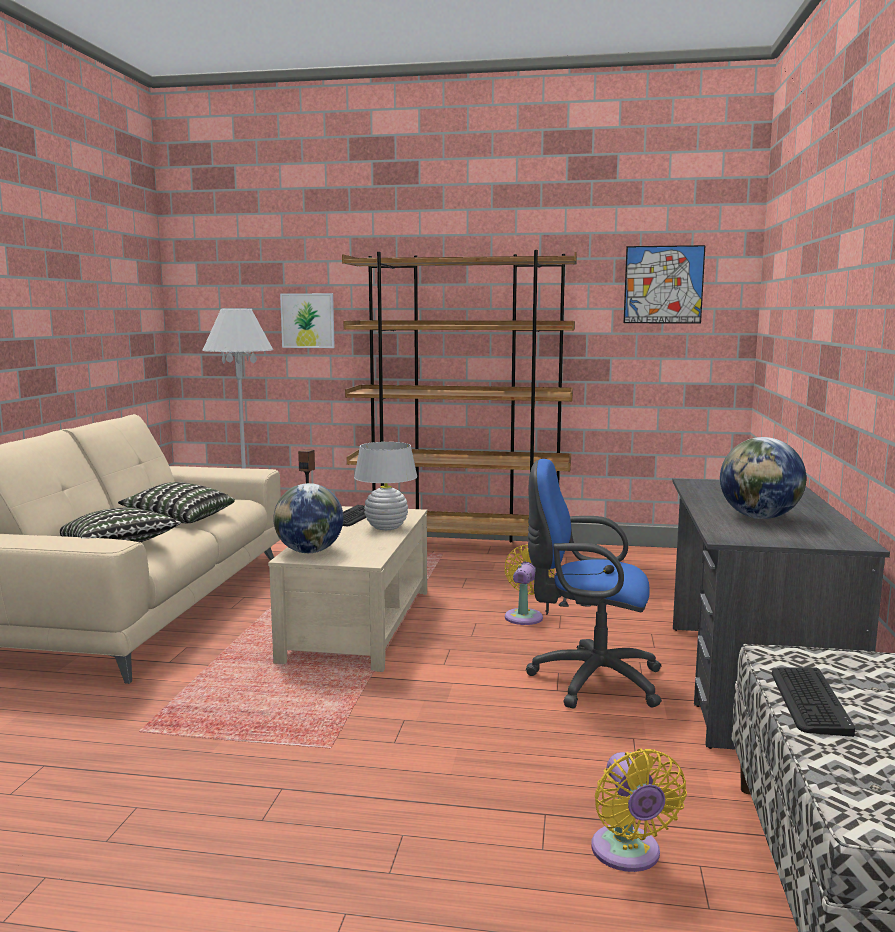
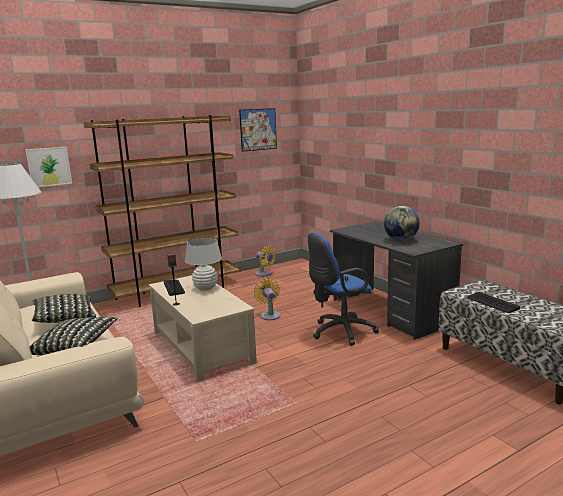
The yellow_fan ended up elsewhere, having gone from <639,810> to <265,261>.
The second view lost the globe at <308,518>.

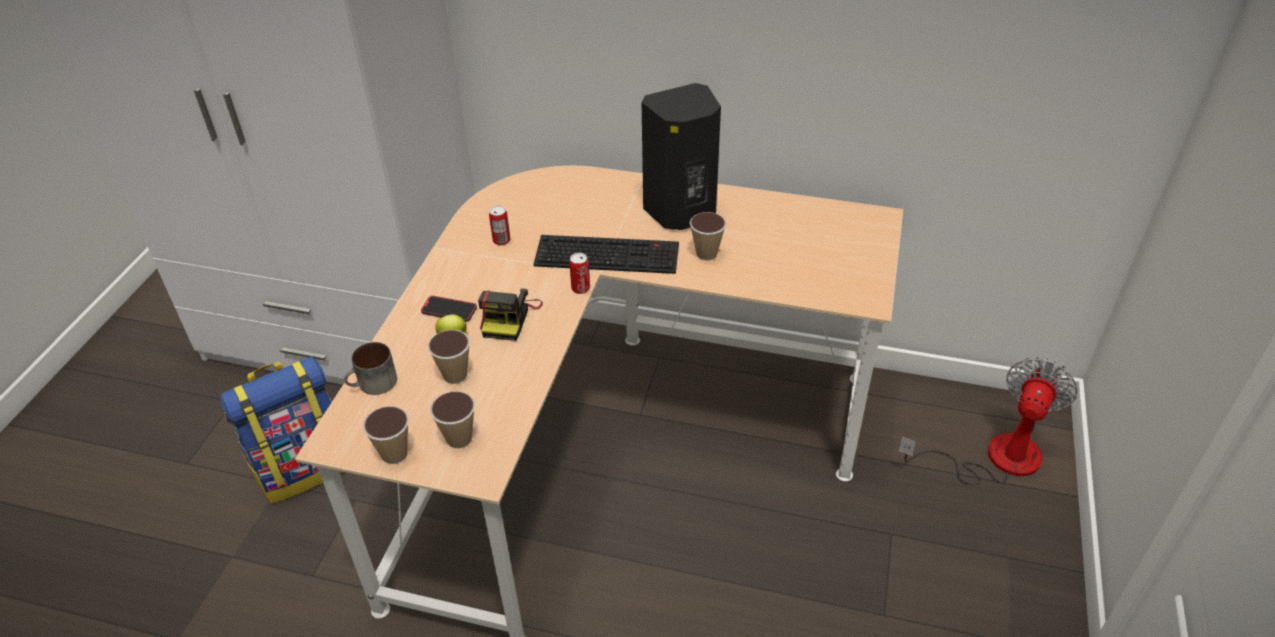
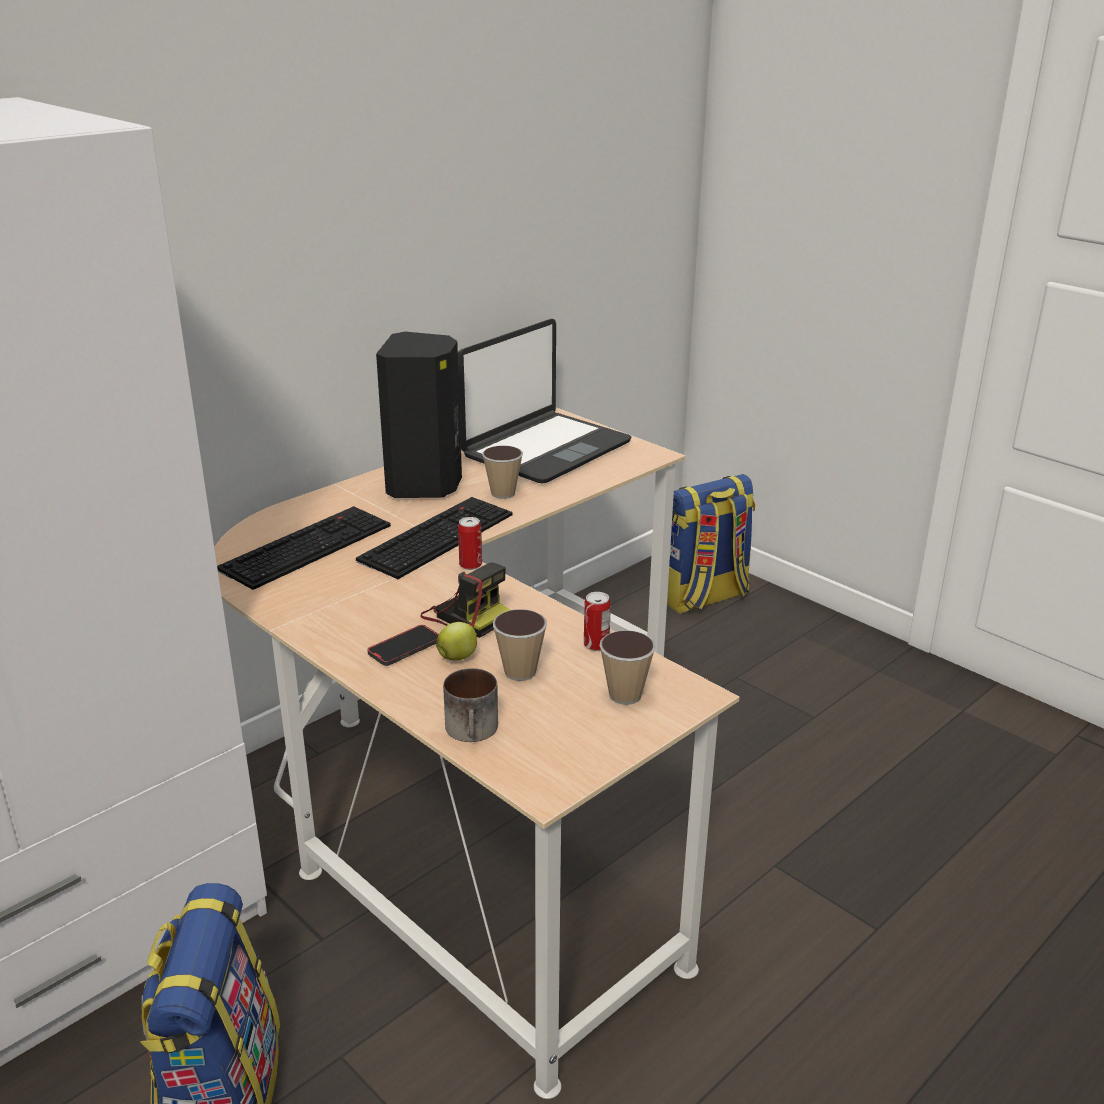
The second view gained the keyboard at <304,548>.
The second view gained the laptop at <545,401>.
The can ended up elsewhere, having gone from <499,225> to <597,621>.
Where the fan stood at <988,420>, the backpack came to stand at <711,544>.
The second view lost the cup at <386,435>.

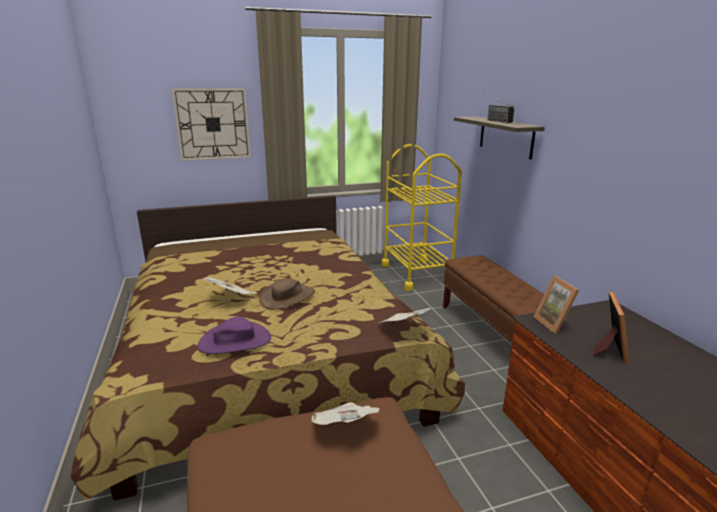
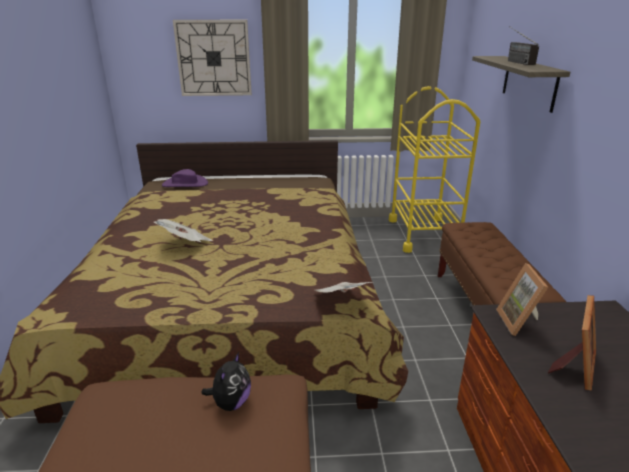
The purple_hat ended up elsewhere, having gone from <234,335> to <185,178>.
Where the newspaper stood at <345,413>, the plush_toy came to stand at <226,381>.
The second view lost the brown_hat at <287,294>.

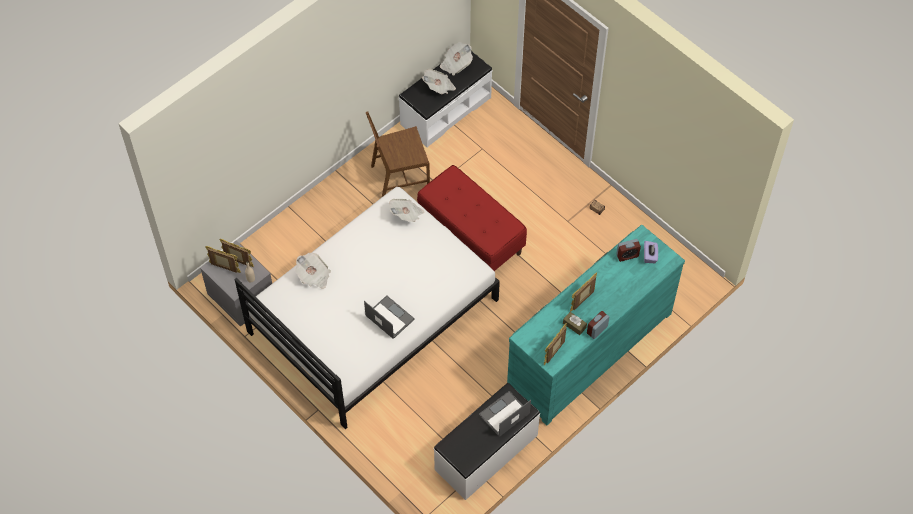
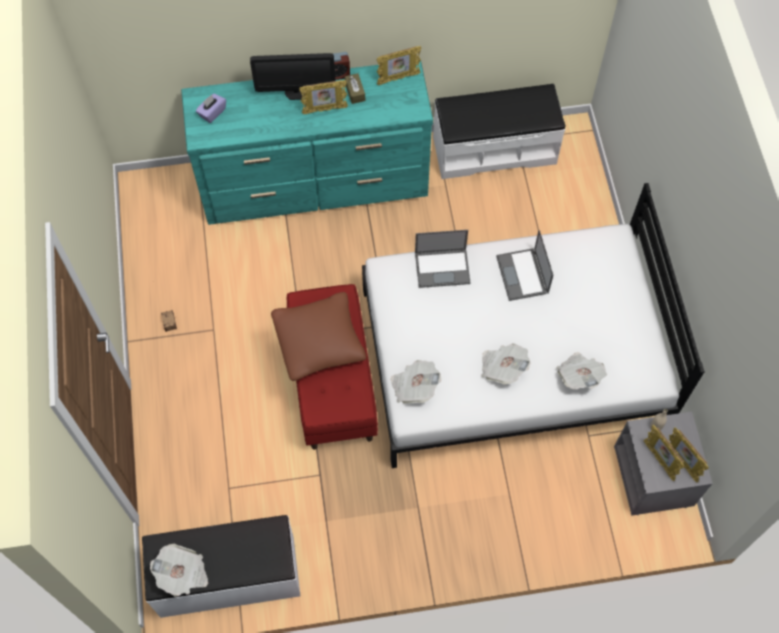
The second view gained the monitor at <293,76>.
The second view gained the brown_pillow at <318,336>.
The laptop ended up elsewhere, having gone from <505,414> to <443,259>.
The newspaper ended up elsewhere, having gone from <439,81> to <506,364>.
The second view lost the brown_chair at <398,154>.
The second view lost the alarm_clock at <628,250>.

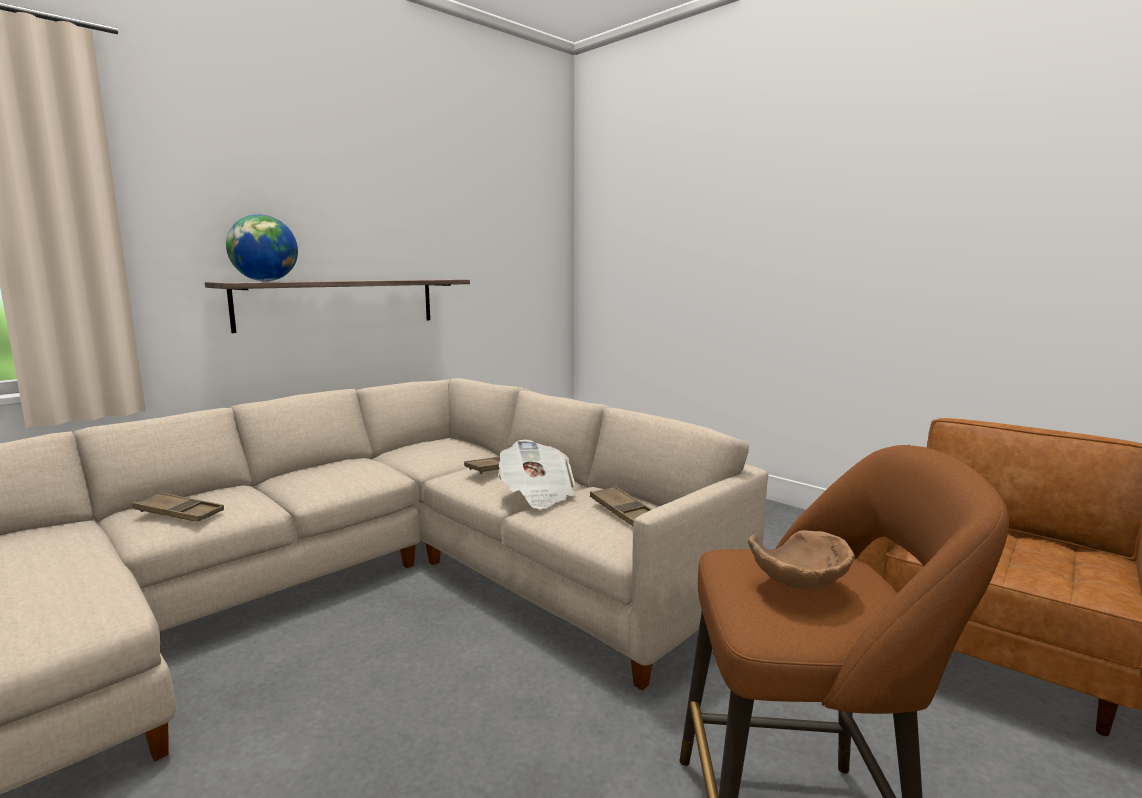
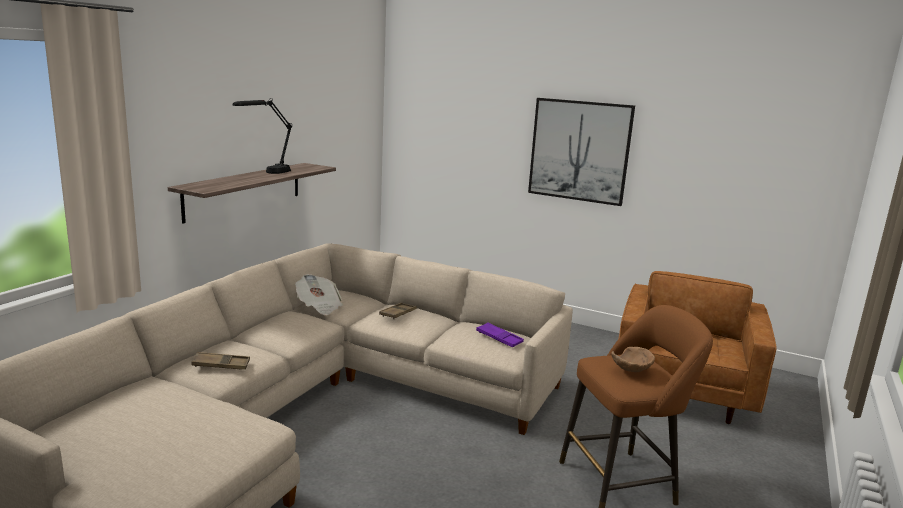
The second view gained the black_table_lamp at <262,136>.
The newspaper ended up elsewhere, having gone from <537,474> to <319,294>.
What was the brown_tray at <621,506> turned into the purple_tray at <500,334>.
The second view gained the picture at <581,152>.
The second view lost the globe at <262,247>.

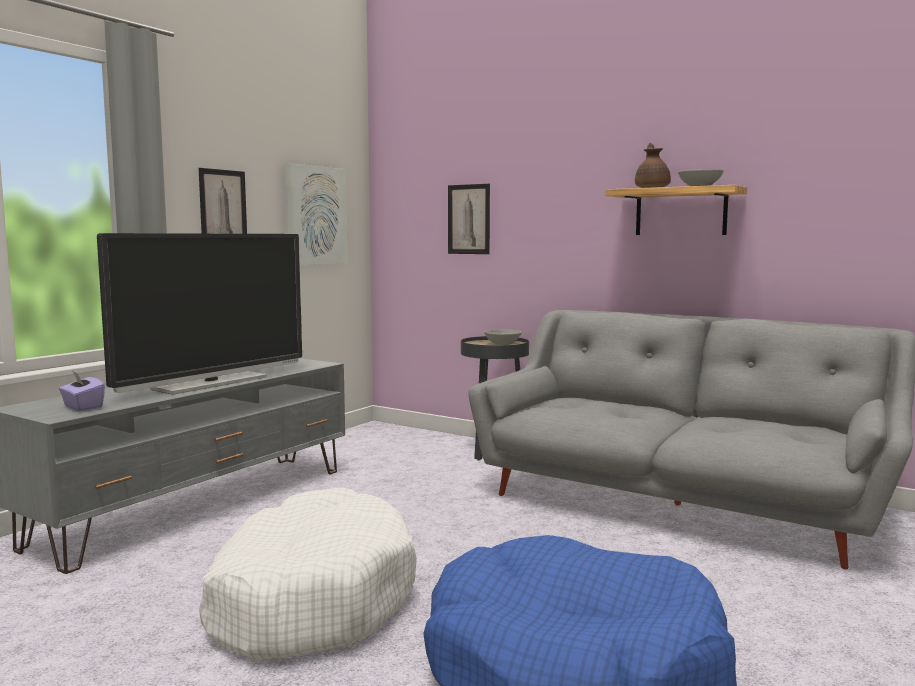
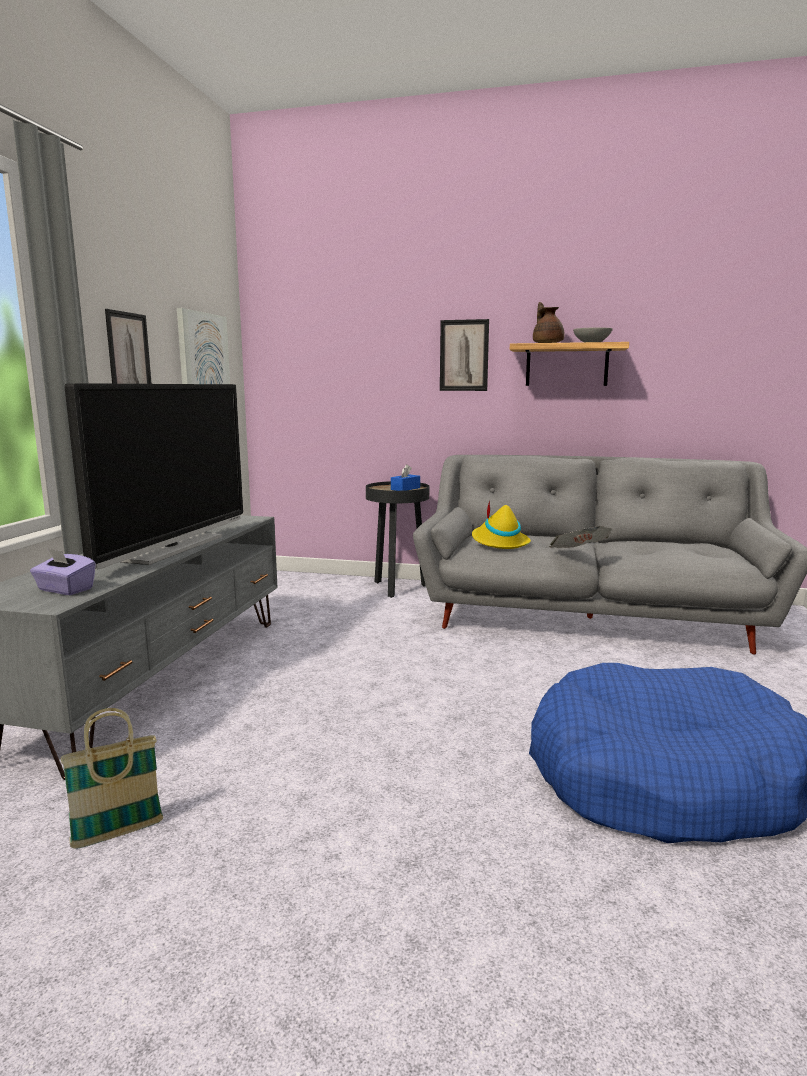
The second view gained the basket at <112,778>.
Where the grey_bowl stood at <503,337>, the blue_tissue_box came to stand at <405,477>.
The picture ended up elsewhere, having gone from <469,219> to <464,355>.
The second view gained the yellow_hat at <501,524>.
The second view gained the newspaper at <580,537>.
The second view lost the white_dog_bed at <308,574>.

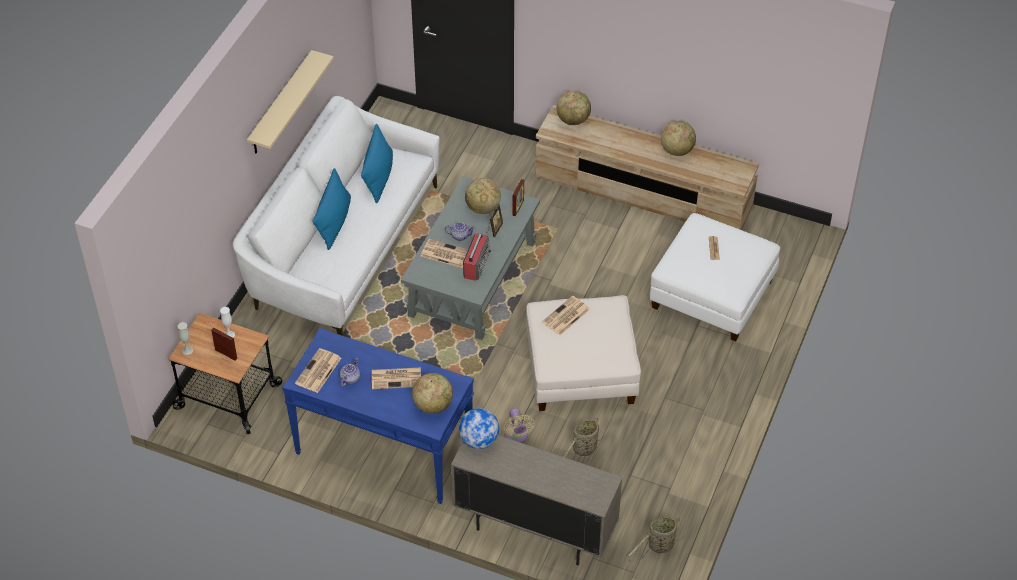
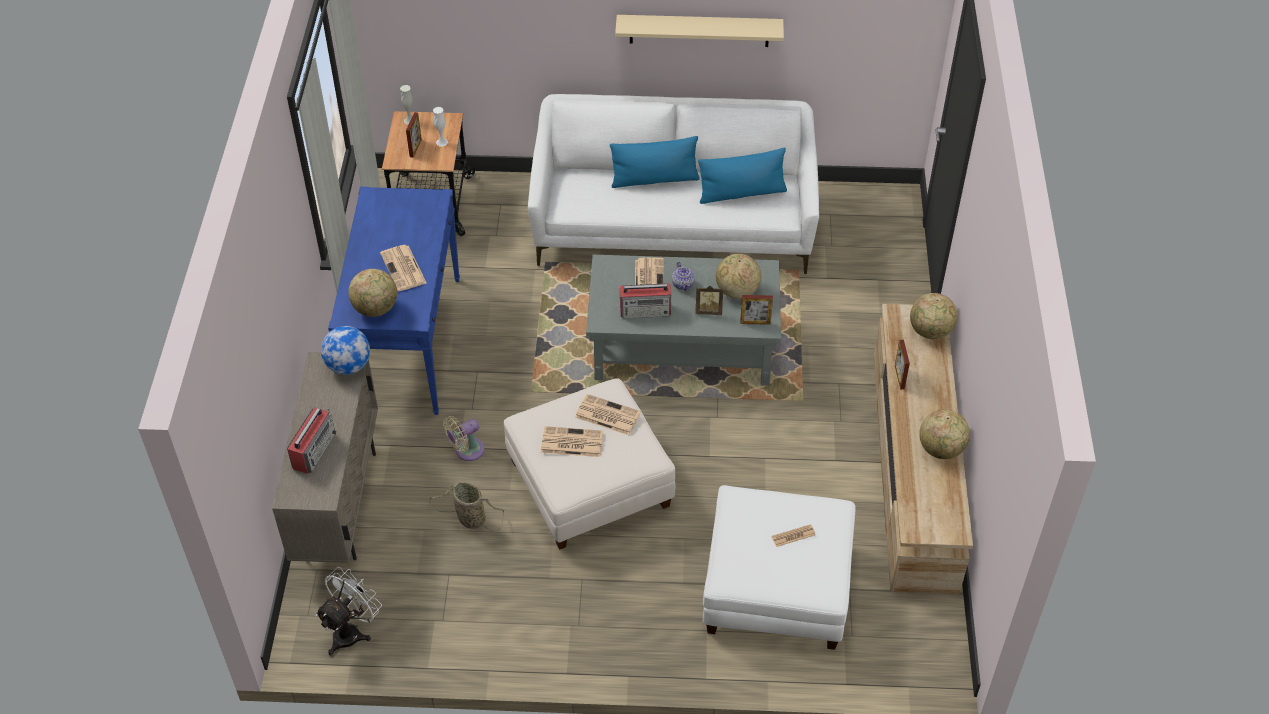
The second view gained the radio at <311,440>.
Where the basket stood at <656,539>, the white_fan came to stand at <348,611>.
The newspaper ended up elsewhere, having gone from <318,370> to <572,441>.
The second view gained the picture_frame at <902,364>.
The second view lost the teapot at <350,372>.

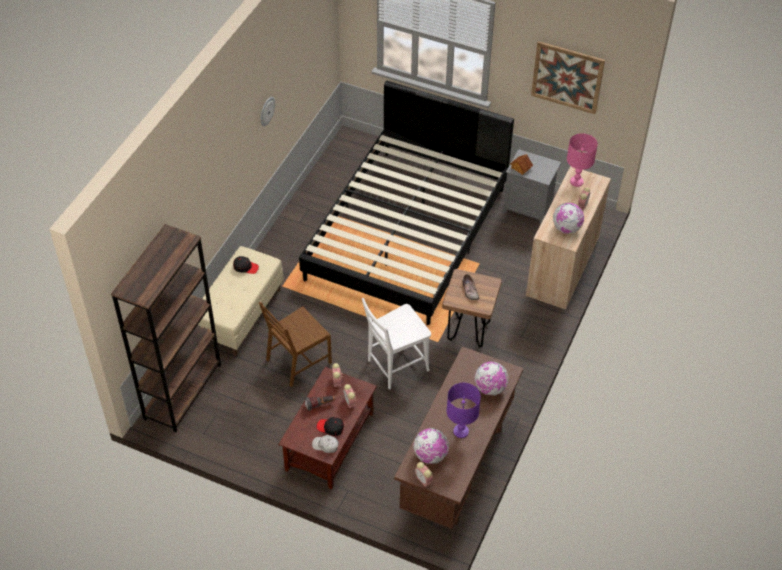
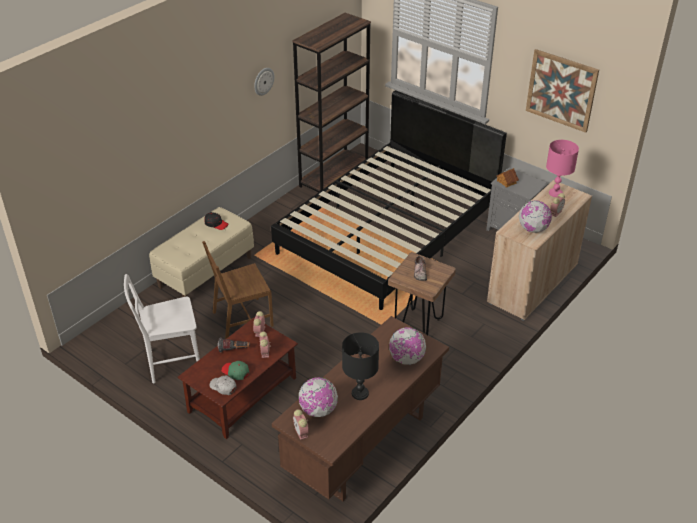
The white_chair ended up elsewhere, having gone from <396,343> to <162,329>.
What was the black_cap at <330,426> turned into the green_cap at <235,370>.
The brown_bookcase ended up elsewhere, having gone from <166,328> to <331,102>.
What was the purple_table_lamp at <464,410> turned into the black_table_lamp at <360,366>.

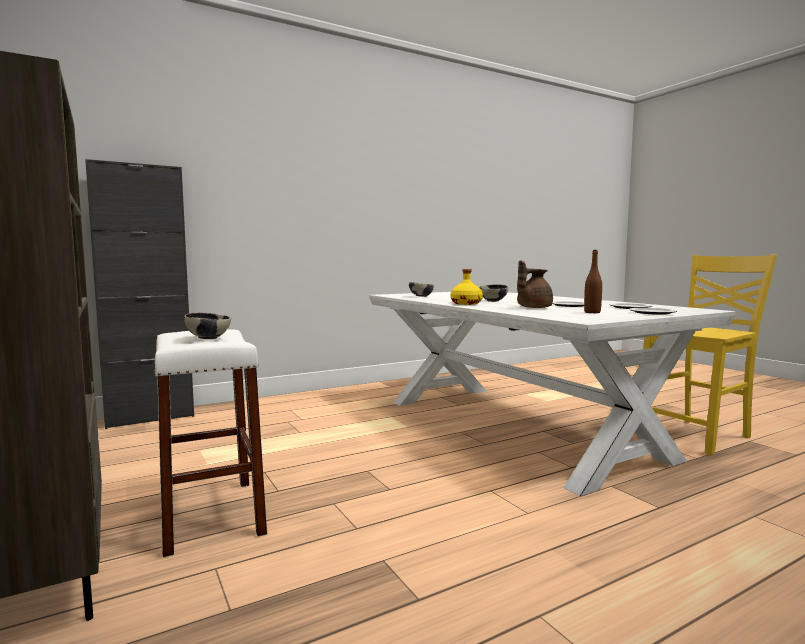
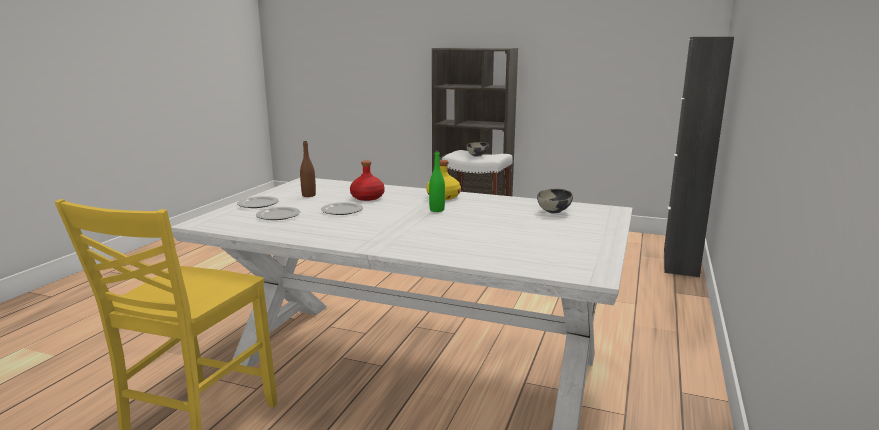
Where the brown_teapot stood at <535,284>, the red_bottle came to stand at <367,181>.
Where the bowl stood at <494,293>, the green_bottle came to stand at <437,181>.

